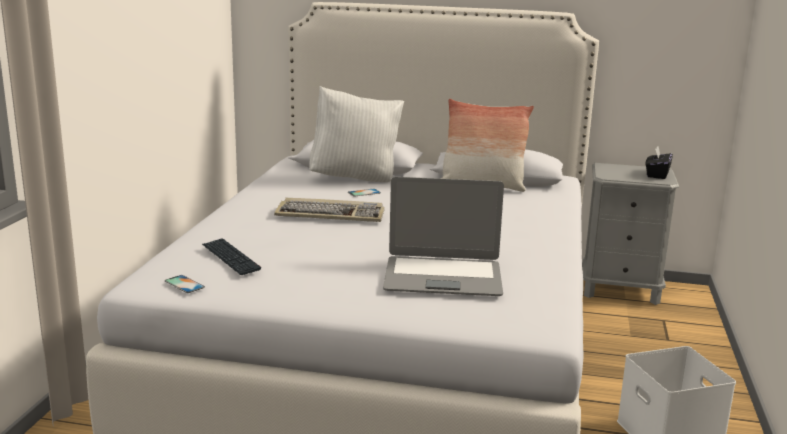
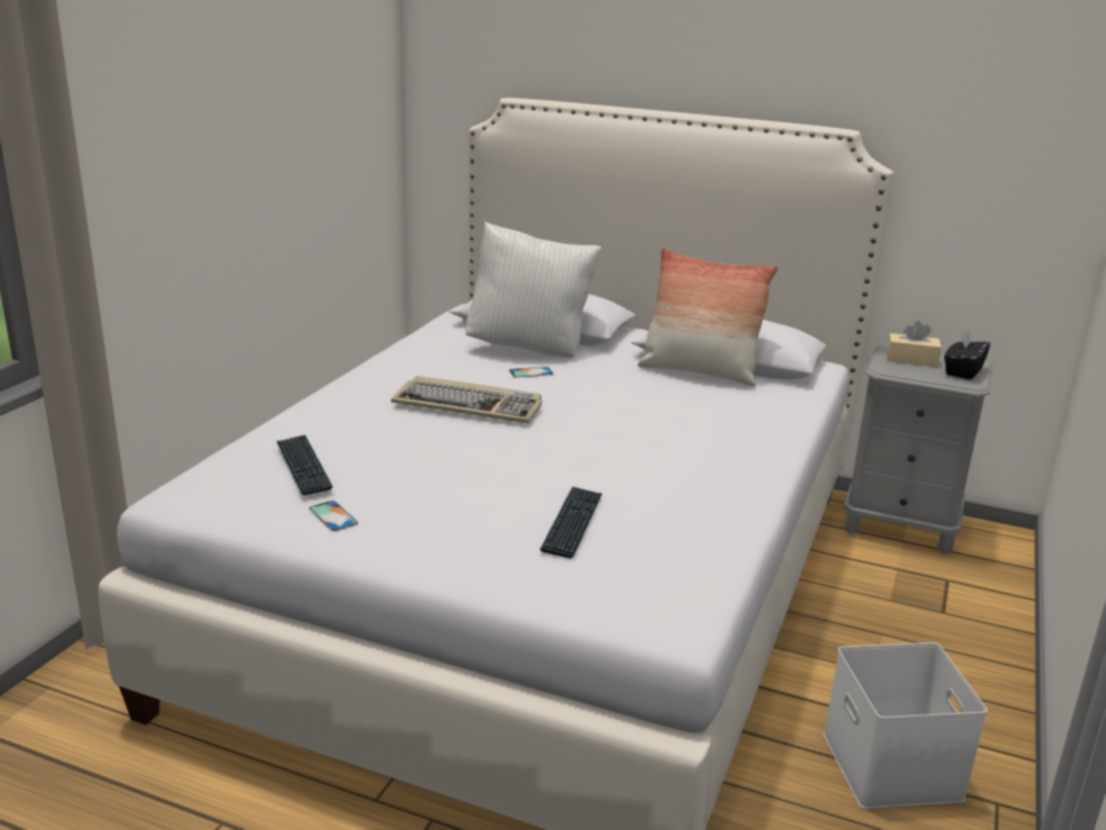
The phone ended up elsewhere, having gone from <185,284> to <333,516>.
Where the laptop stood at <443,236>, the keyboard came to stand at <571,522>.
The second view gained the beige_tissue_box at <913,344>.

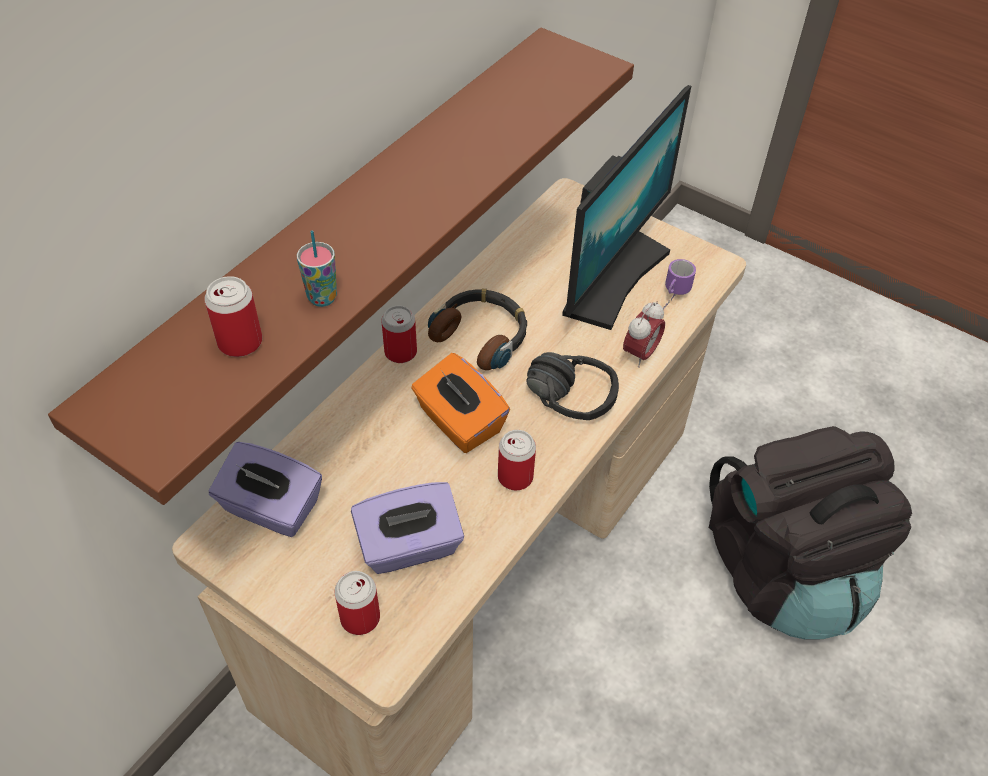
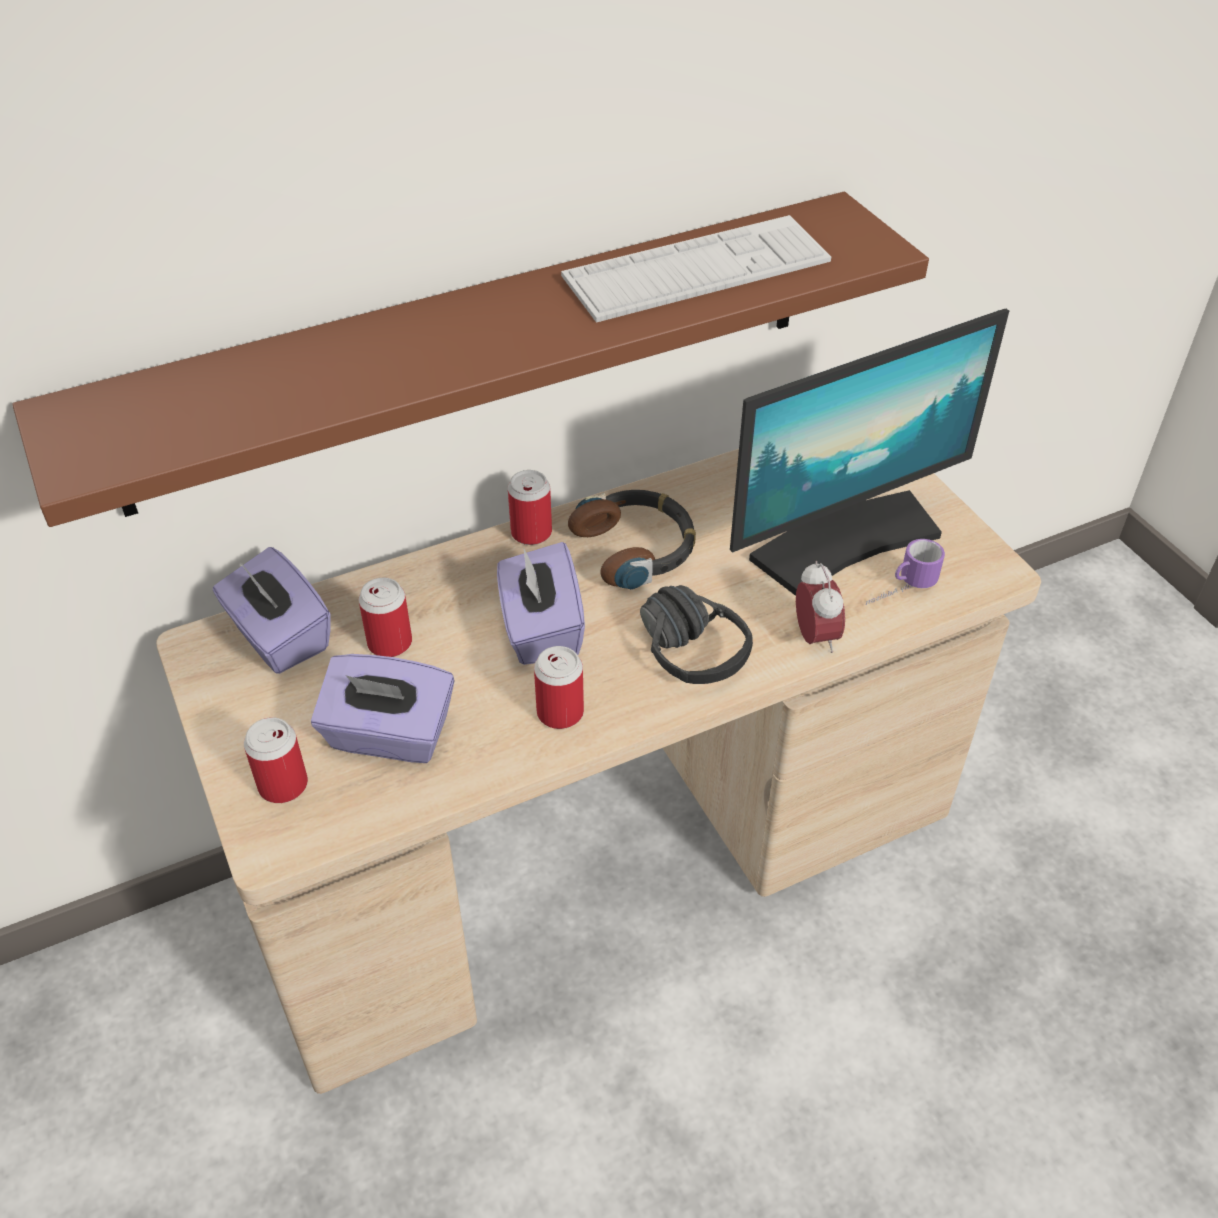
The can ended up elsewhere, having gone from <233,316> to <385,617>.
What was the orange_tissue_box at <460,403> turned into the purple_tissue_box at <541,603>.
The second view gained the keyboard at <696,269>.
The alarm_clock at <644,334> ended up facing another way, 75 degrees counterclockwise from before.
The second view lost the cup at <317,268>.
The second view lost the black_backpack at <810,533>.

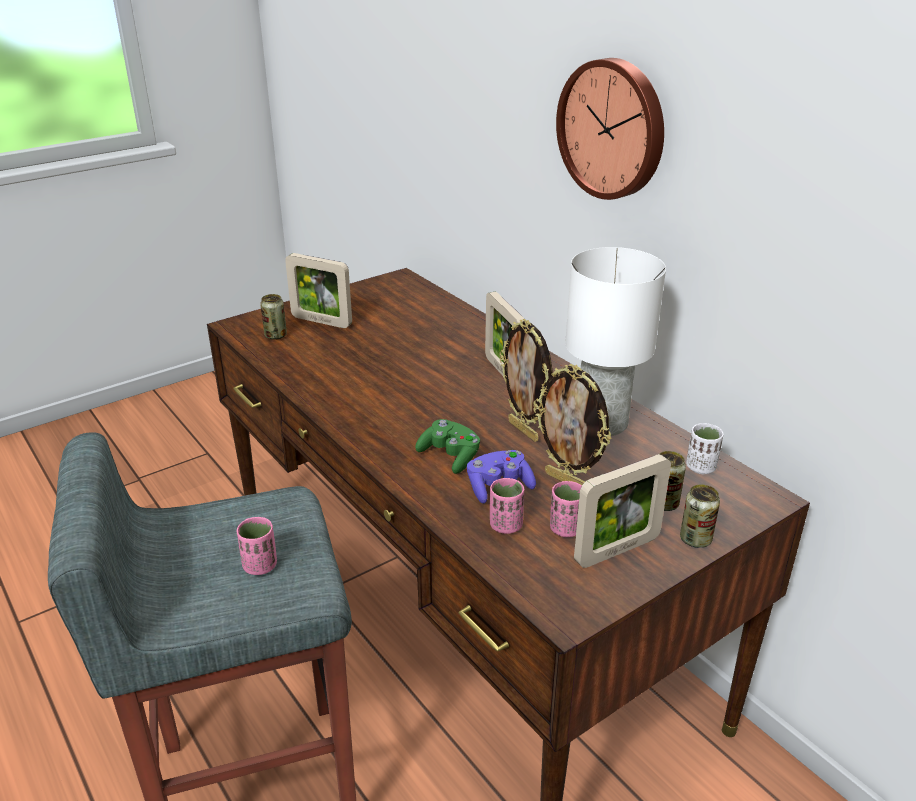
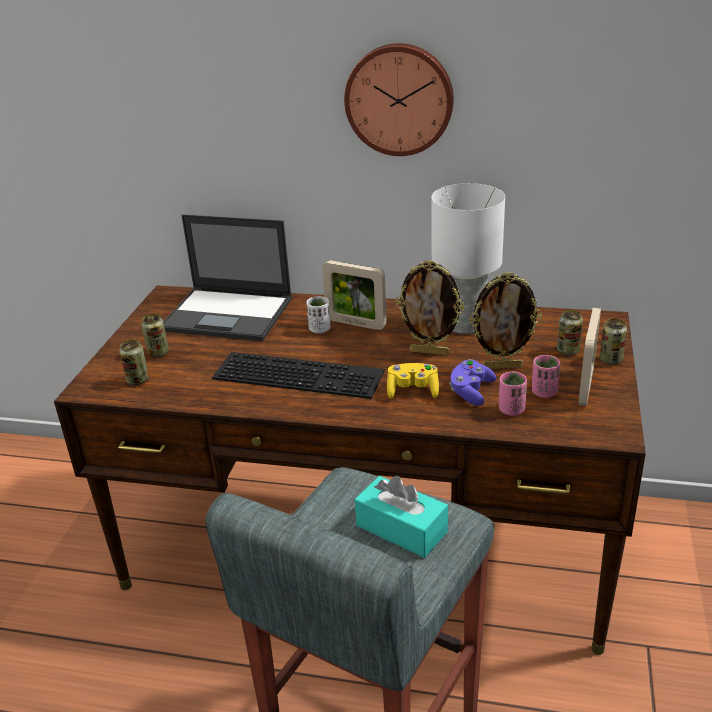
Where the picture_frame stood at <318,290>, the can came to stand at <155,335>.
The second view gained the laptop at <227,277>.
The second view gained the keyboard at <298,375>.
The white_cup ended up elsewhere, having gone from <705,448> to <319,315>.
Where the pink_cup stood at <257,546>, the turquoise_tissue_box came to stand at <401,517>.
What was the green_game_controller at <447,446> turned into the yellow_game_controller at <413,381>.

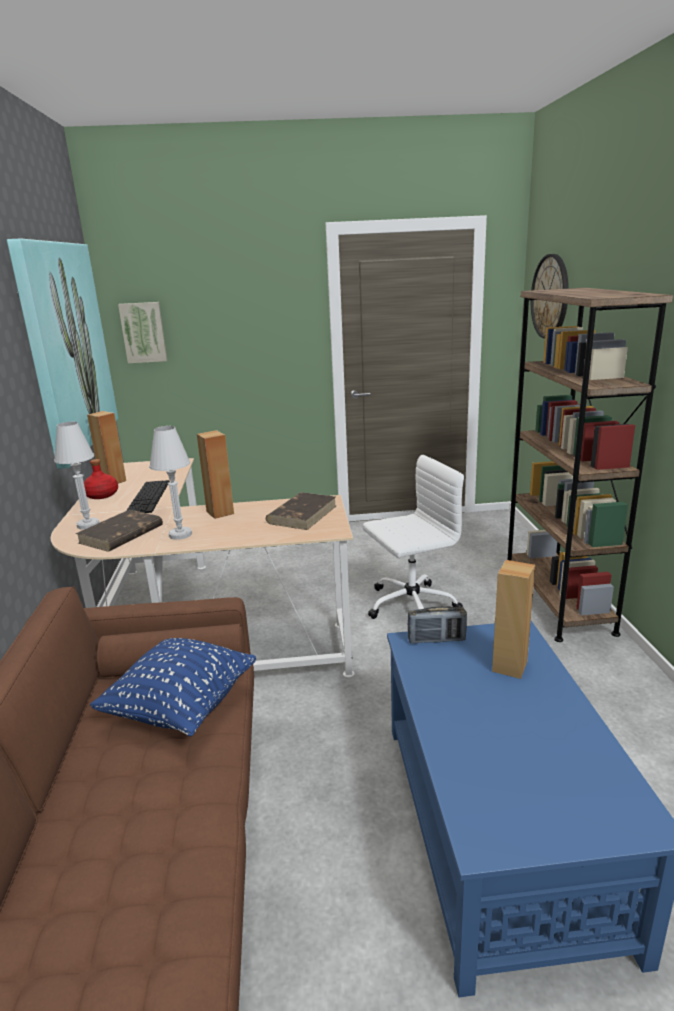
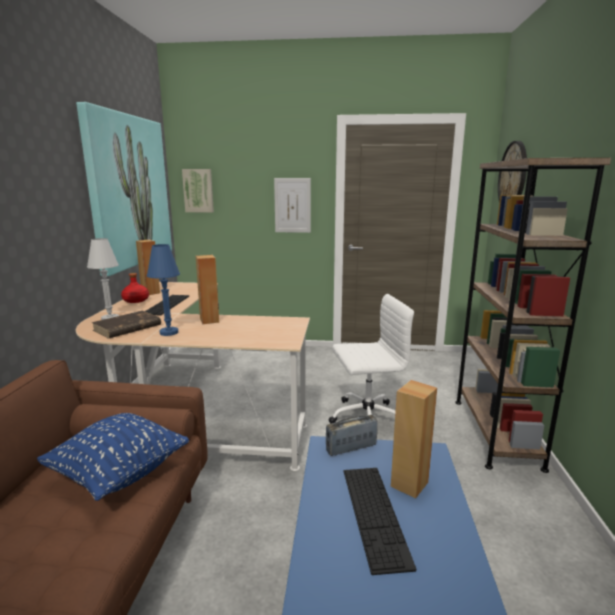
What was the white_table_lamp at <170,483> turned into the blue_table_lamp at <163,290>.
The second view gained the picture at <292,205>.
The radio at <437,625> ended up facing another way, 150 degrees clockwise from before.
The second view gained the keyboard at <380,521>.
The second view lost the brown_book at <301,511>.

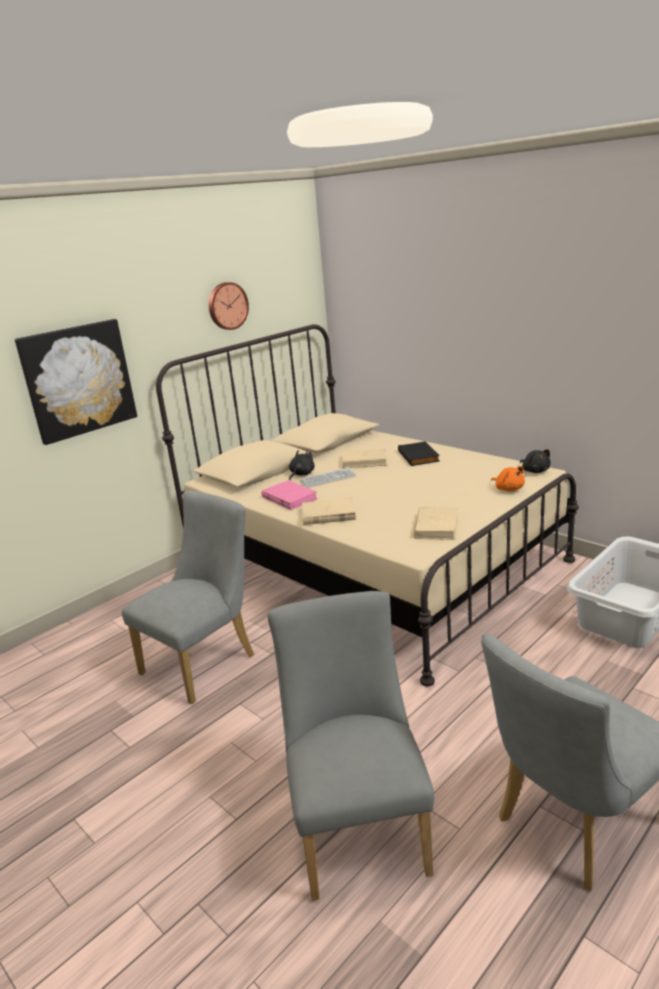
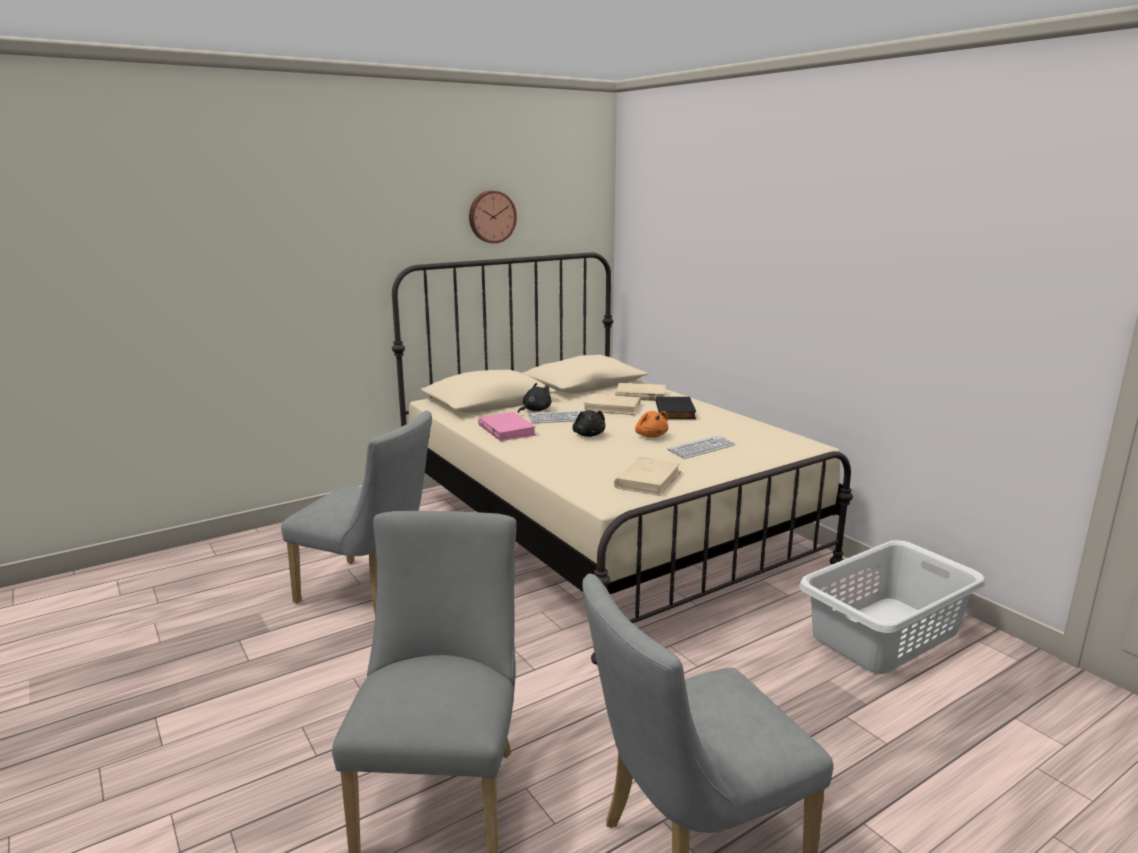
The grey_chair at <188,597> ended up facing another way, 60 degrees clockwise from before.
The black_plush_toy ended up elsewhere, having gone from <535,461> to <588,423>.
The beige_book ended up elsewhere, having gone from <329,511> to <640,392>.
The orange_plush_toy ended up elsewhere, having gone from <508,478> to <651,424>.
The second view gained the keyboard at <702,447>.
The second view lost the picture at <76,382>.

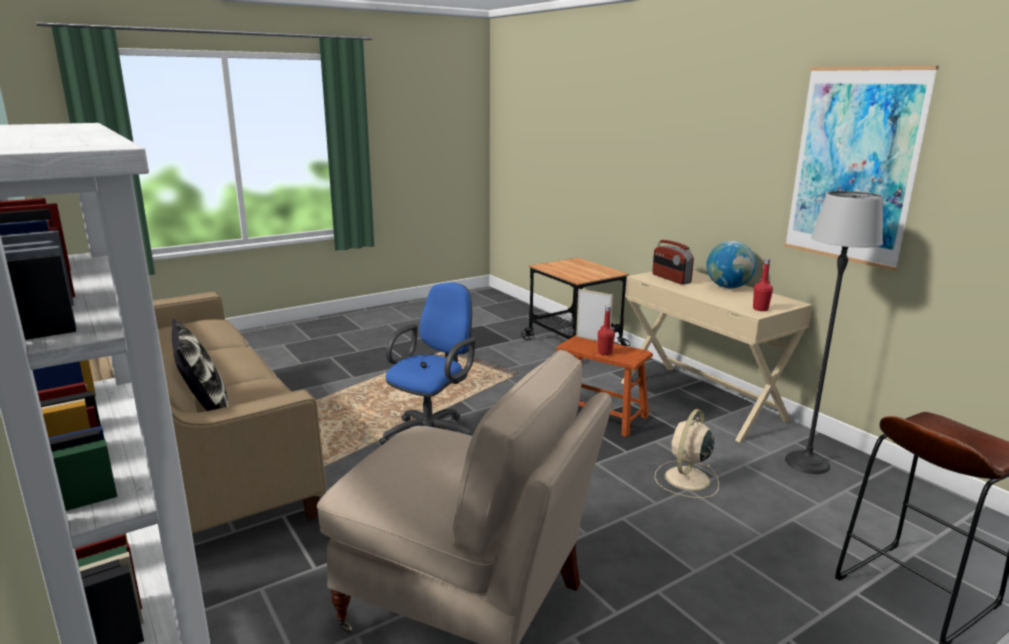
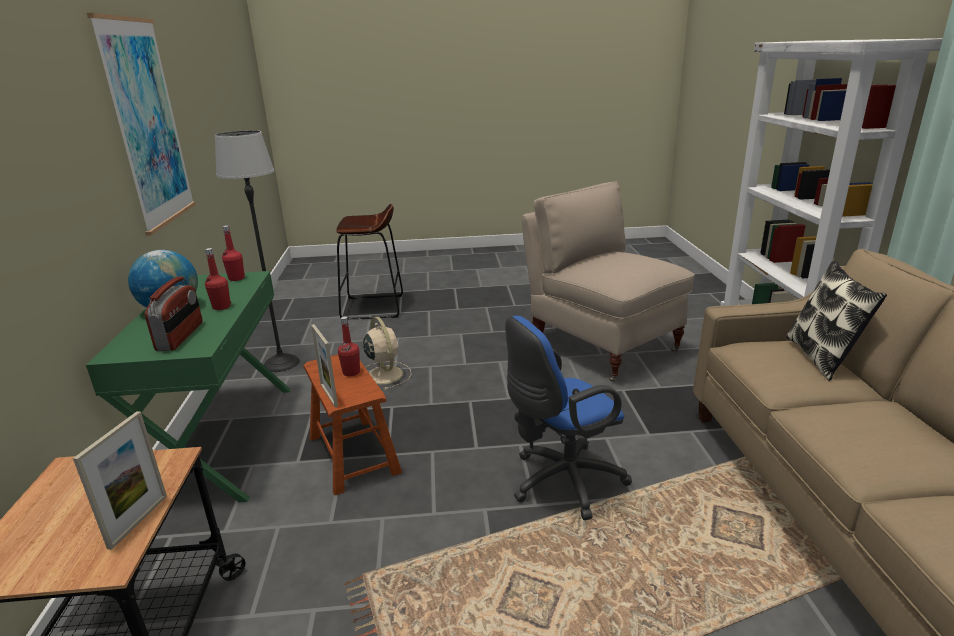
The second view gained the picture_frame at <120,480>.
What was the beige_desk at <717,357> turned into the green_desk at <188,386>.
The second view gained the red_bottle at <218,279>.
The beige_fan at <686,453> ended up facing another way, 90 degrees counterclockwise from before.

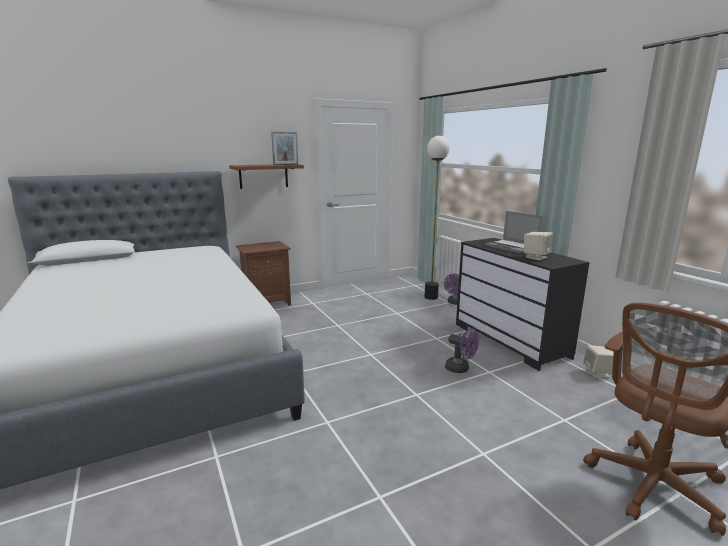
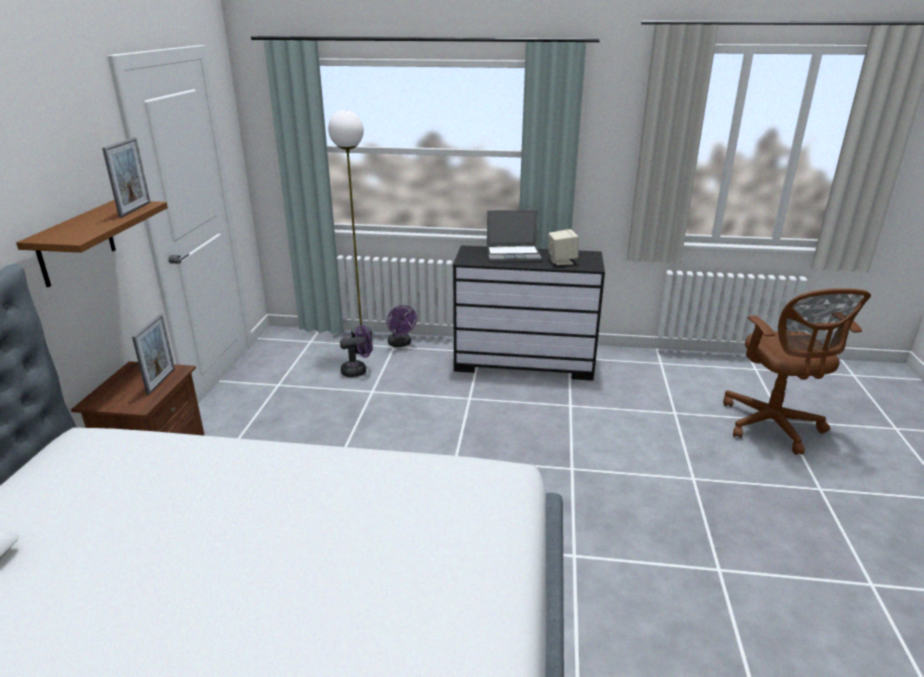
The second view gained the picture_frame at <153,354>.
The purple_fan ended up elsewhere, having gone from <462,350> to <356,351>.
The second view lost the beige_speaker at <598,361>.

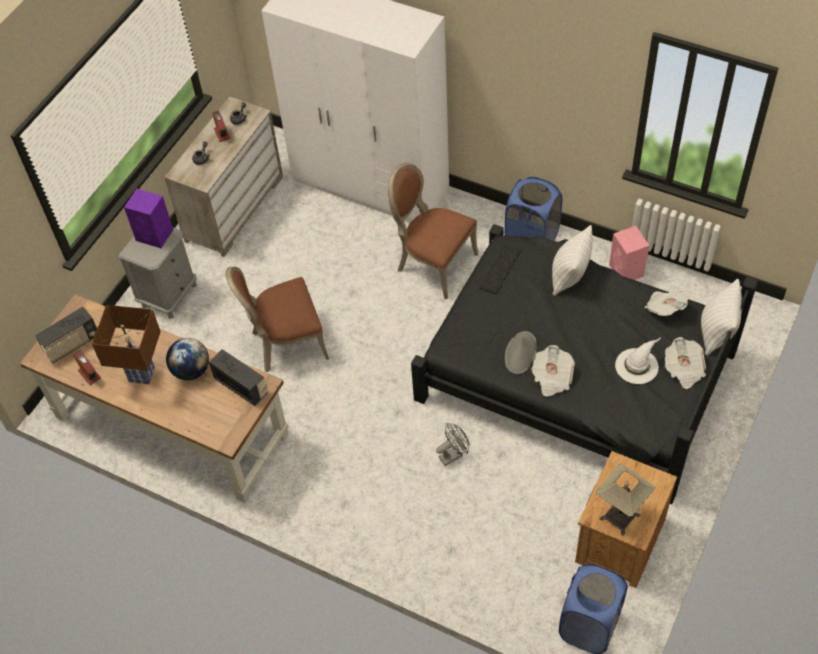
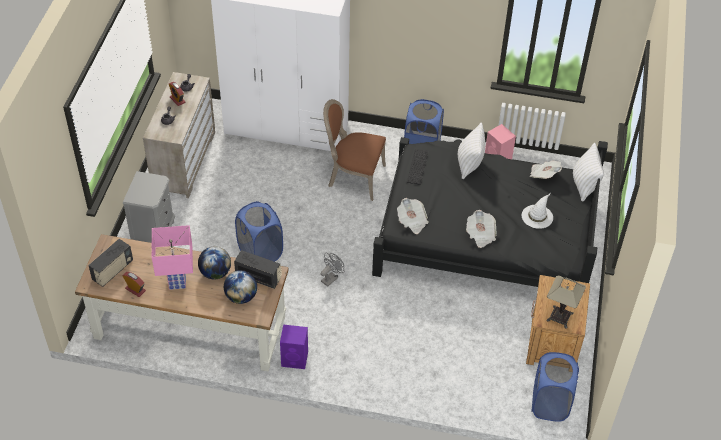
What was the brown_table_lamp at <126,344> turned into the pink_table_lamp at <172,257>.
The second view gained the globe at <240,287>.
Where the brown_chair stood at <277,319>, the blue_laundry_basket came to stand at <259,231>.
The purple_speaker ended up elsewhere, having gone from <148,218> to <294,347>.
The grey_fan ended up elsewhere, having gone from <453,444> to <333,270>.
The newspaper ended up elsewhere, having gone from <685,363> to <413,216>.
The second view lost the grey_hat at <521,353>.

